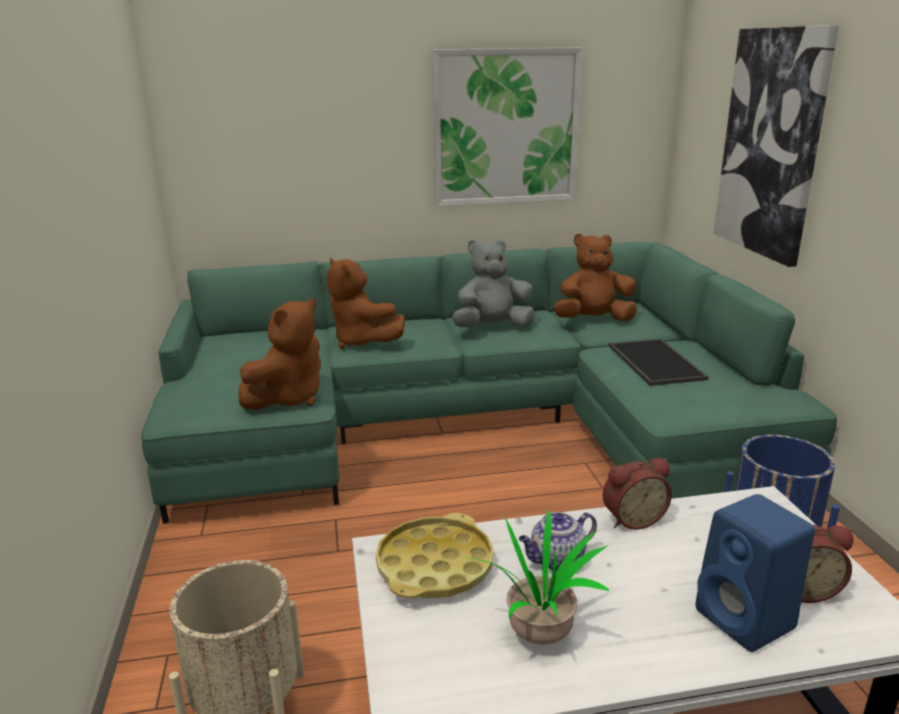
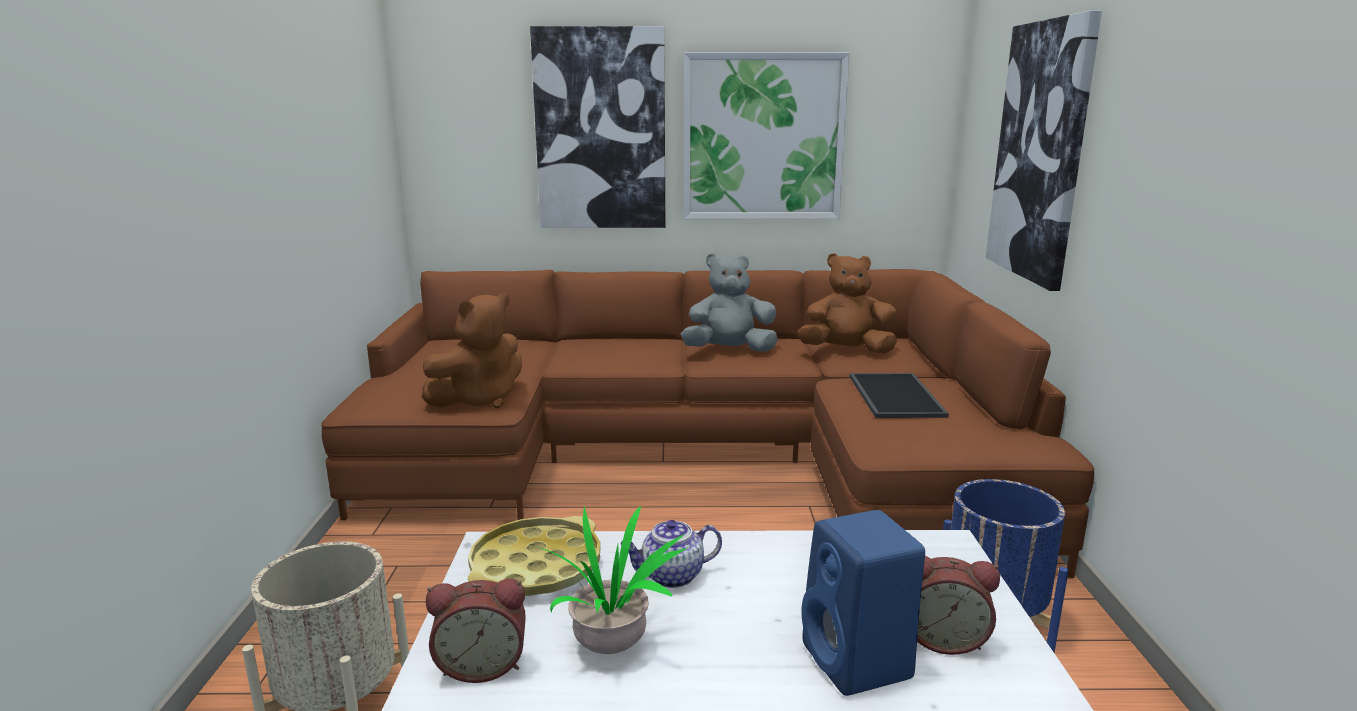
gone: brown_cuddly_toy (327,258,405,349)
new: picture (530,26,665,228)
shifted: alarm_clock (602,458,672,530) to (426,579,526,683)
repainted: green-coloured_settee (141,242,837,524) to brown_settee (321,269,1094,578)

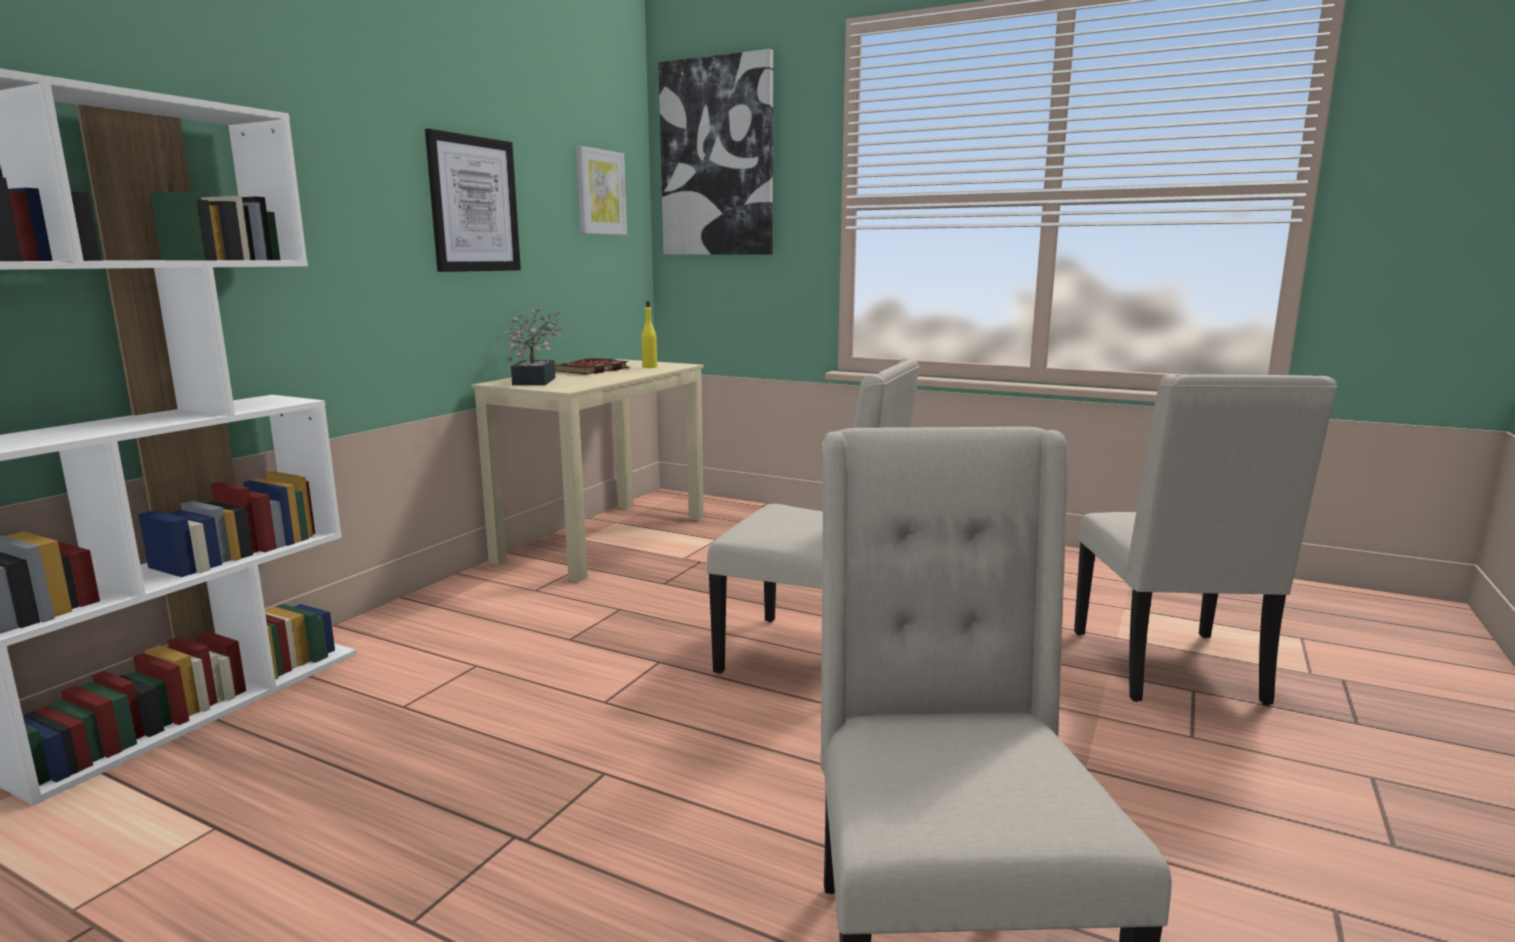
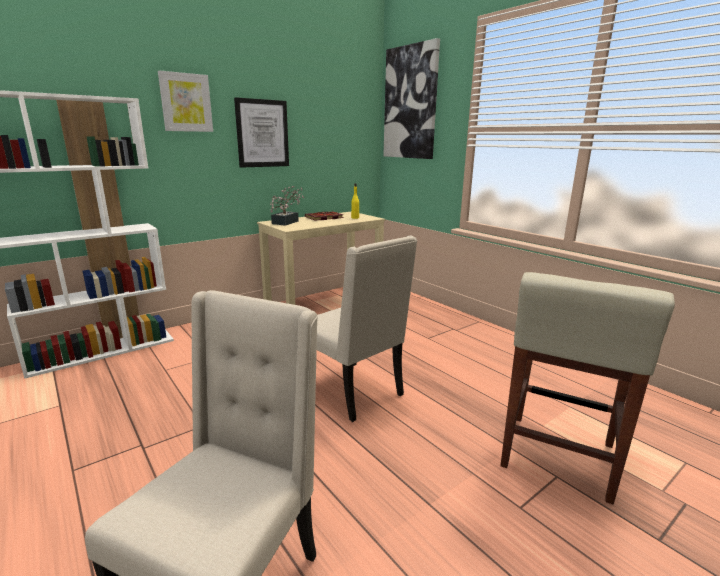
shifted: picture (576,146,627,235) to (158,70,213,132)
swapped: sand-coloured_upright_chair (1074,375,1337,705) to sand-coloured_stool (500,272,675,504)

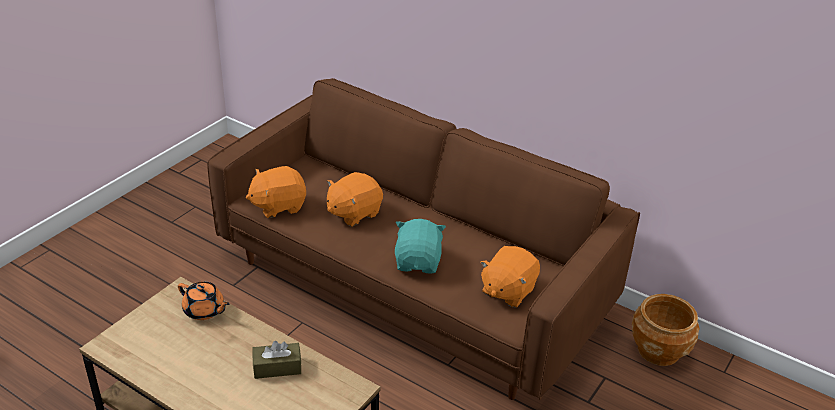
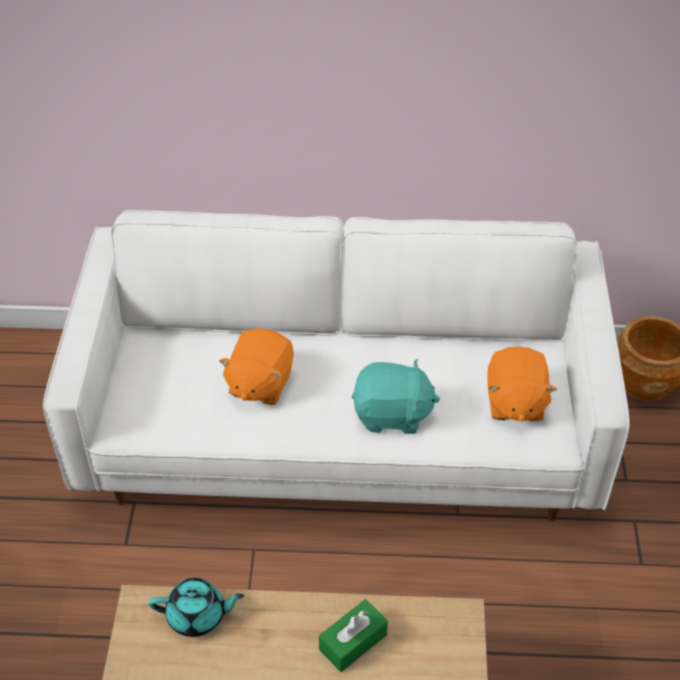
gone: orangey_cuddly_toy (246,166,306,218)
repainted: orangey_tea_pot (178,281,229,320) to turquoise_tea_pot (149,578,244,637); brown_settee (207,78,640,400) to white-coloured_settee (43,210,630,521); brown_tissue_box (253,341,302,379) to green-coloured_tissue_box (319,599,388,672)
rotated: turquoise_cuddly_toy (395,219,446,274) = (352,359,440,434) 120 degrees clockwise

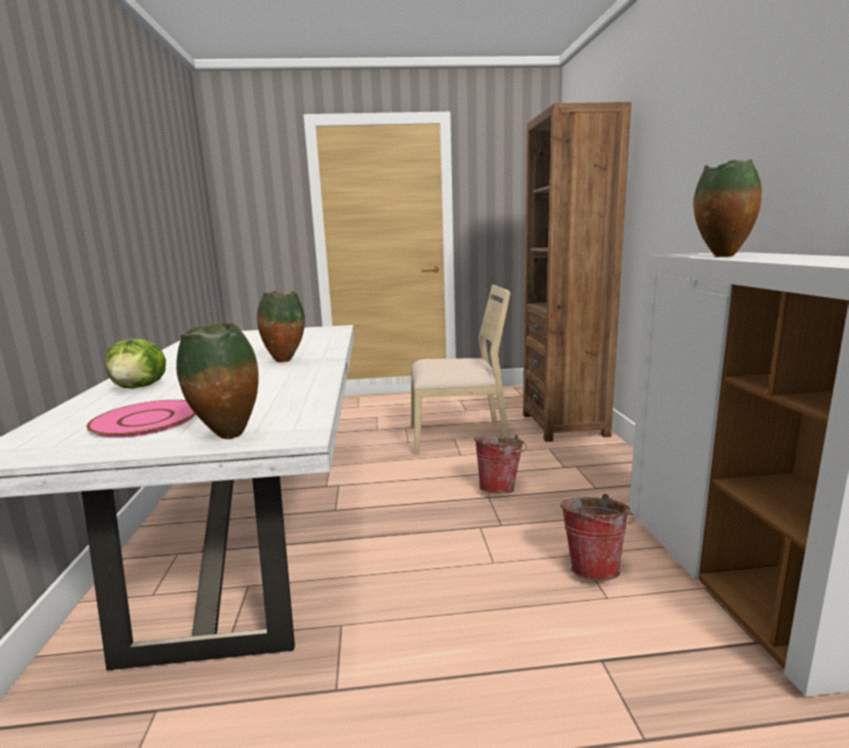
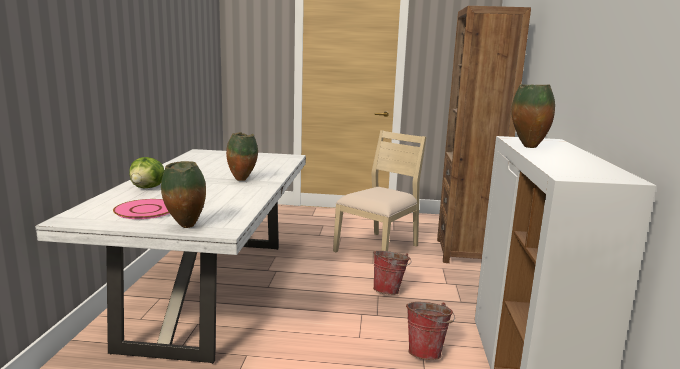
rotated: sand-coloured_upright_chair (411,285,511,454) = (333,130,426,252) 60 degrees counterclockwise

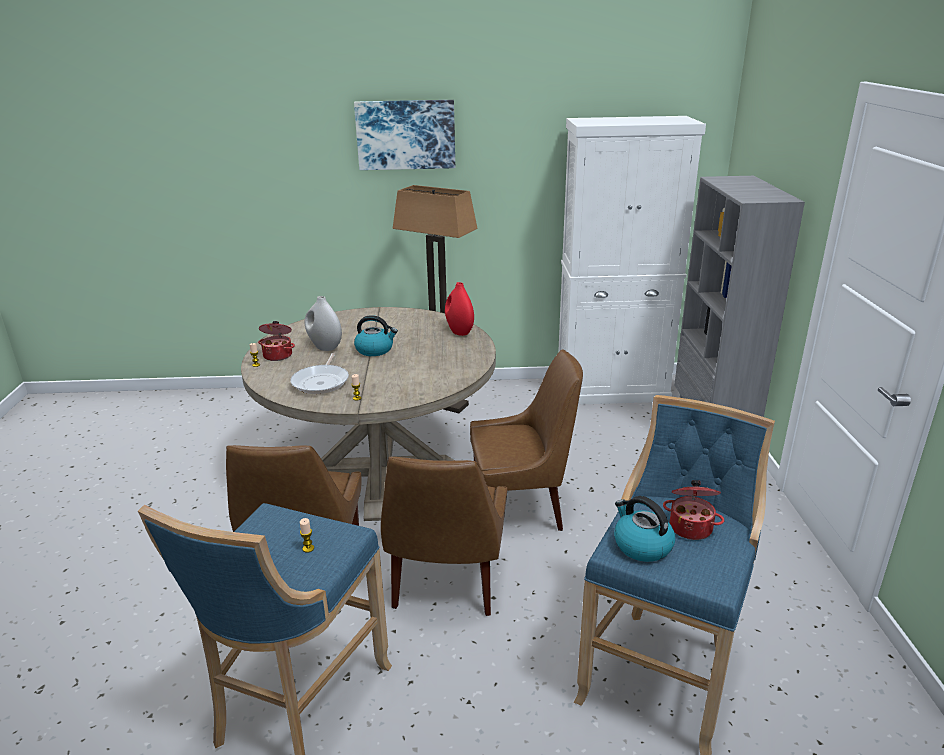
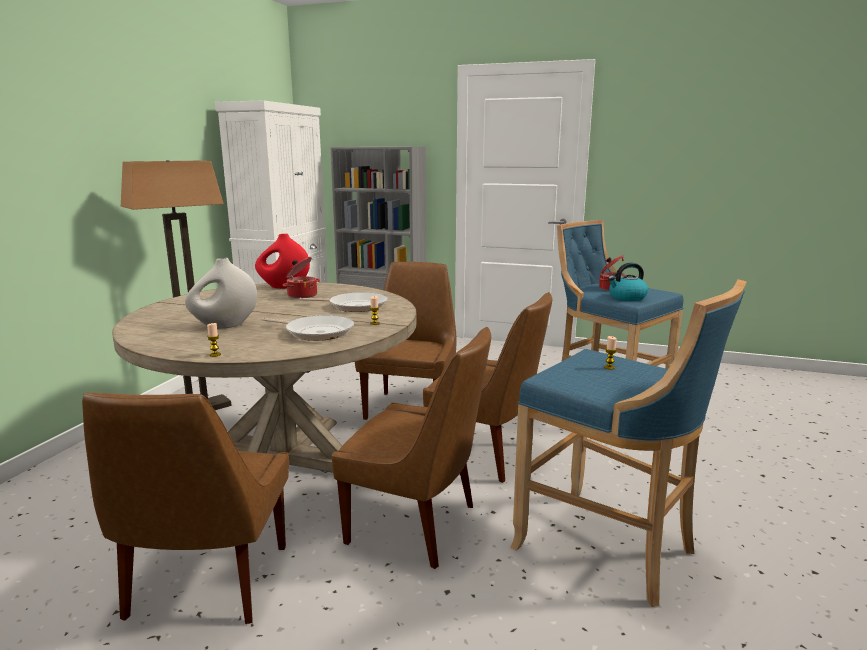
gone: picture (354,100,455,170); tea_kettle (354,315,398,356)
new: brown_upright_chair (82,392,289,624); pan (299,292,387,312)
shifted: cooking_pot (258,321,295,361) to (282,257,320,299)

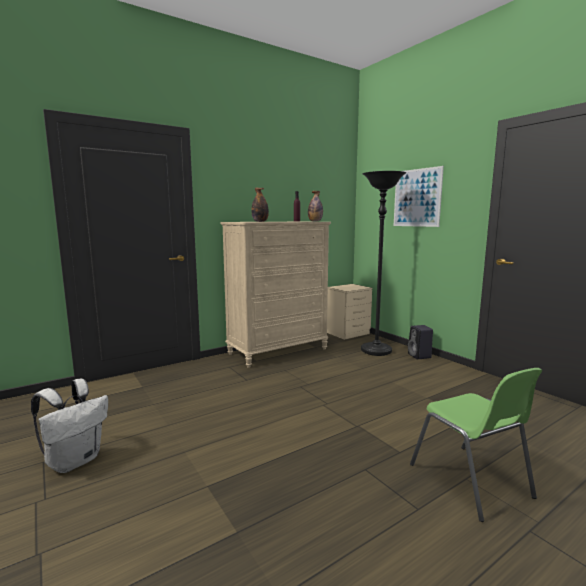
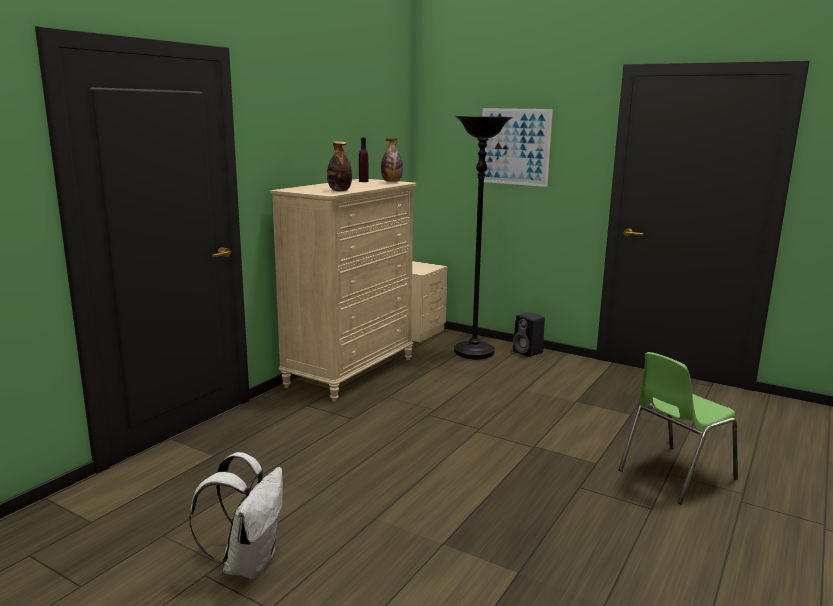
rotated: green-coloured_upright_chair (410,368,542,522) = (619,352,738,504) 105 degrees clockwise

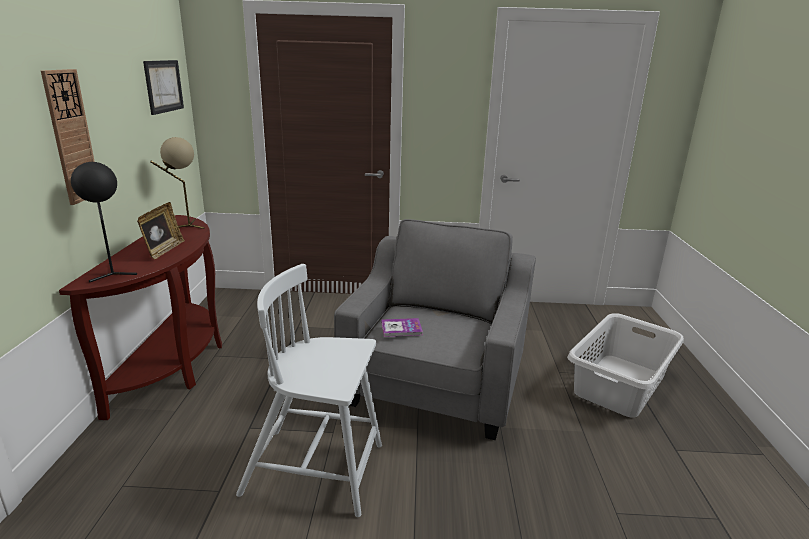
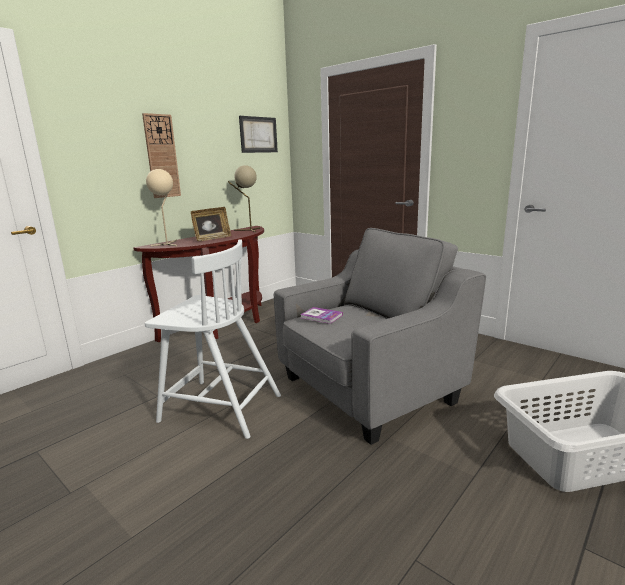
repainted: blackish_table_lamp (71,162,137,282) to sand-coloured_table_lamp (146,169,177,246)
rotated: white-coloured_upright_chair (236,264,382,517) = (145,239,281,439) 150 degrees clockwise

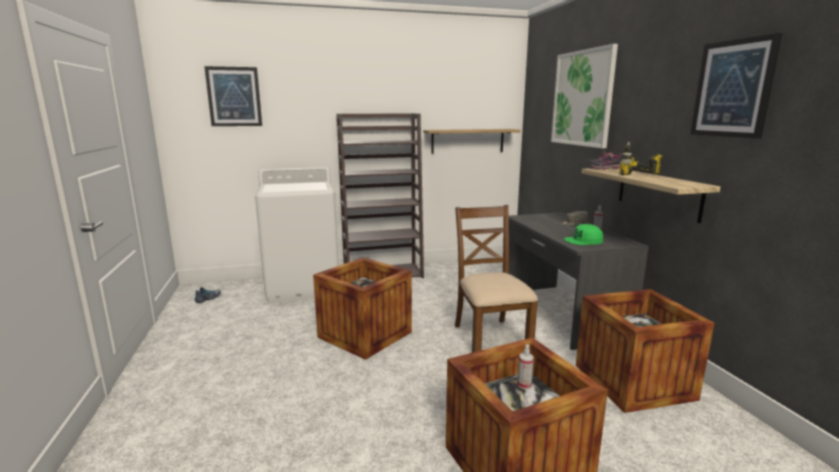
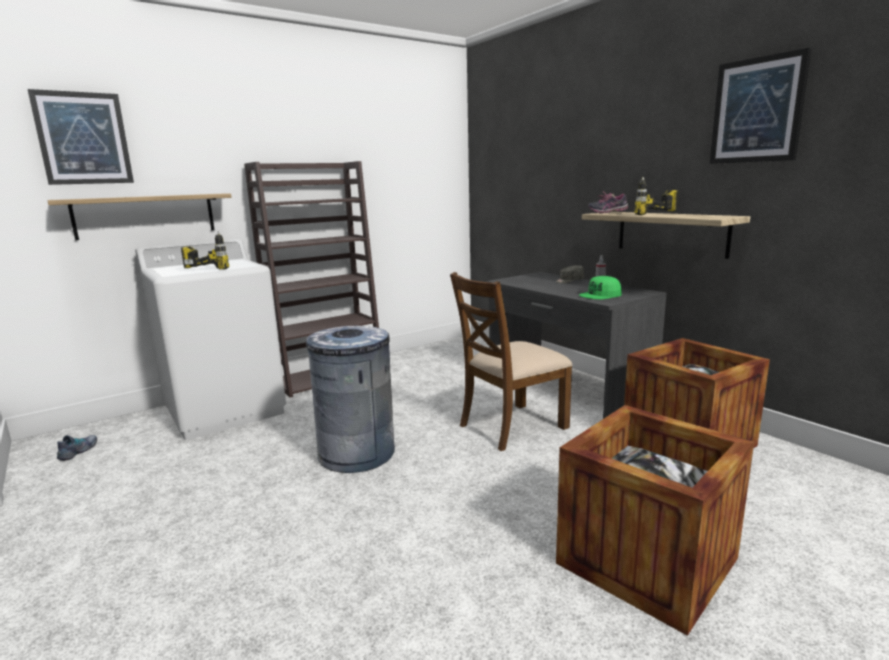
gone: hand_sprayer (517,344,534,389); picture (551,44,618,148)
new: power_drill (181,232,229,270)
shifted: bracket_shelf (423,129,520,154) to (48,194,232,240)
swapped: packing_crate (313,257,412,360) to greyish_rubbish_bin (306,326,395,473)
rotated: brown_upright_chair (455,205,538,353) = (450,272,572,451) 90 degrees counterclockwise

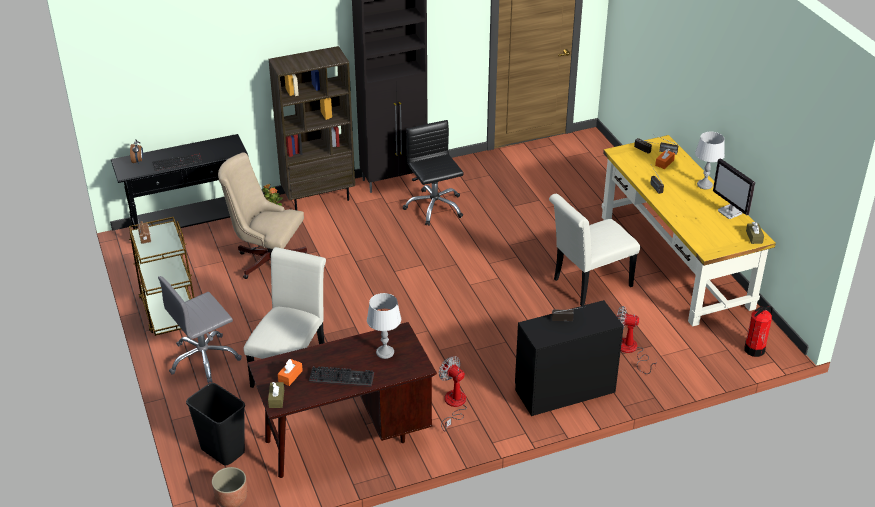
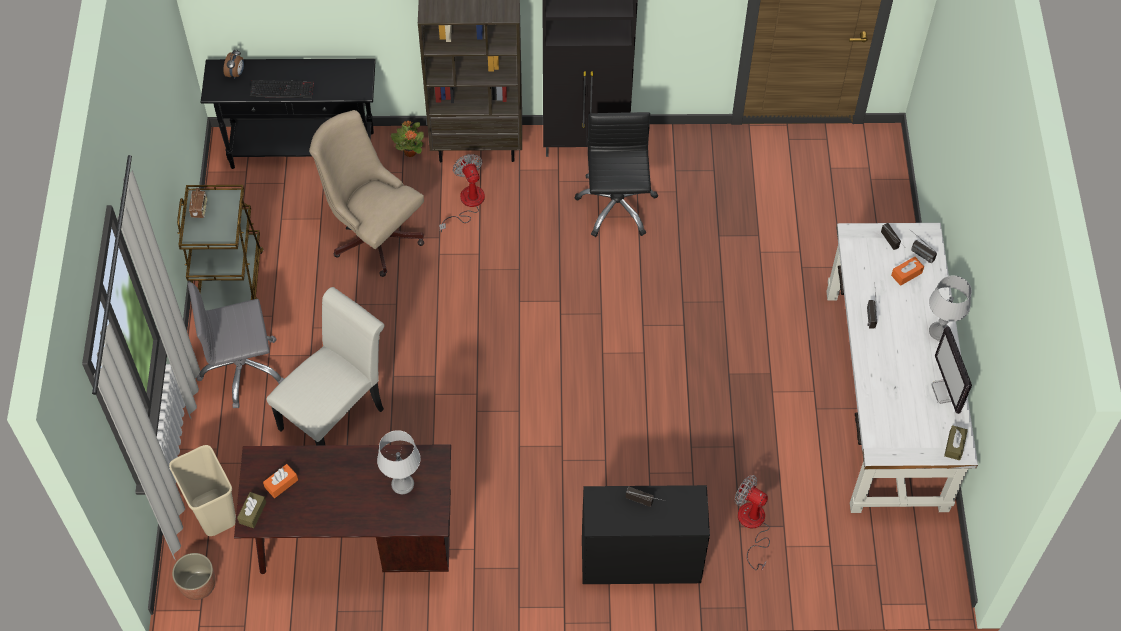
gone: keyboard (309,366,374,387); white-coloured_upright_chair (549,194,640,306); extinguisher (744,306,773,357)
shifted: cooling_fan (439,356,467,432) to (439,154,485,232)
repainted: blackish_rubbish_bin (186,383,245,465) to sand-coloured_rubbish_bin (169,445,236,536); yellow-coloured_desk_table (602,135,776,327) to white-coloured_desk_table (826,223,978,513)

